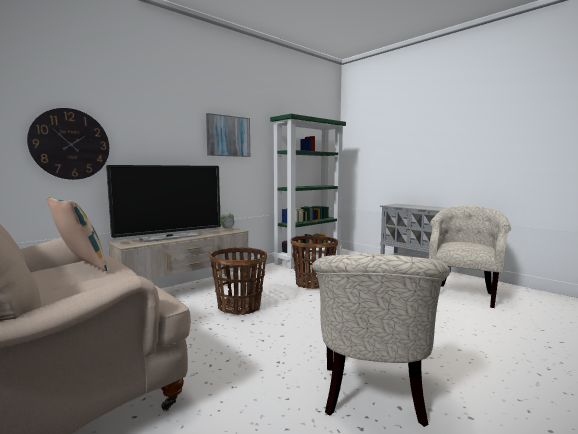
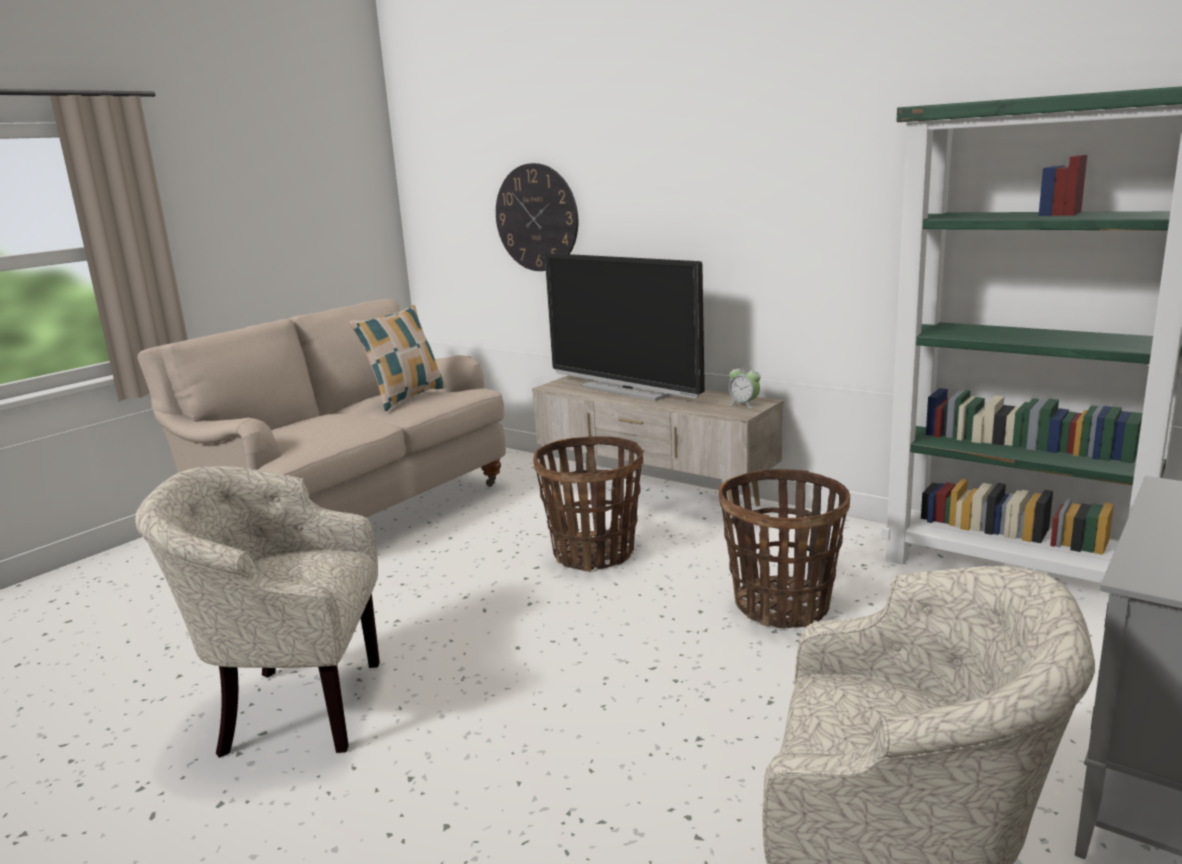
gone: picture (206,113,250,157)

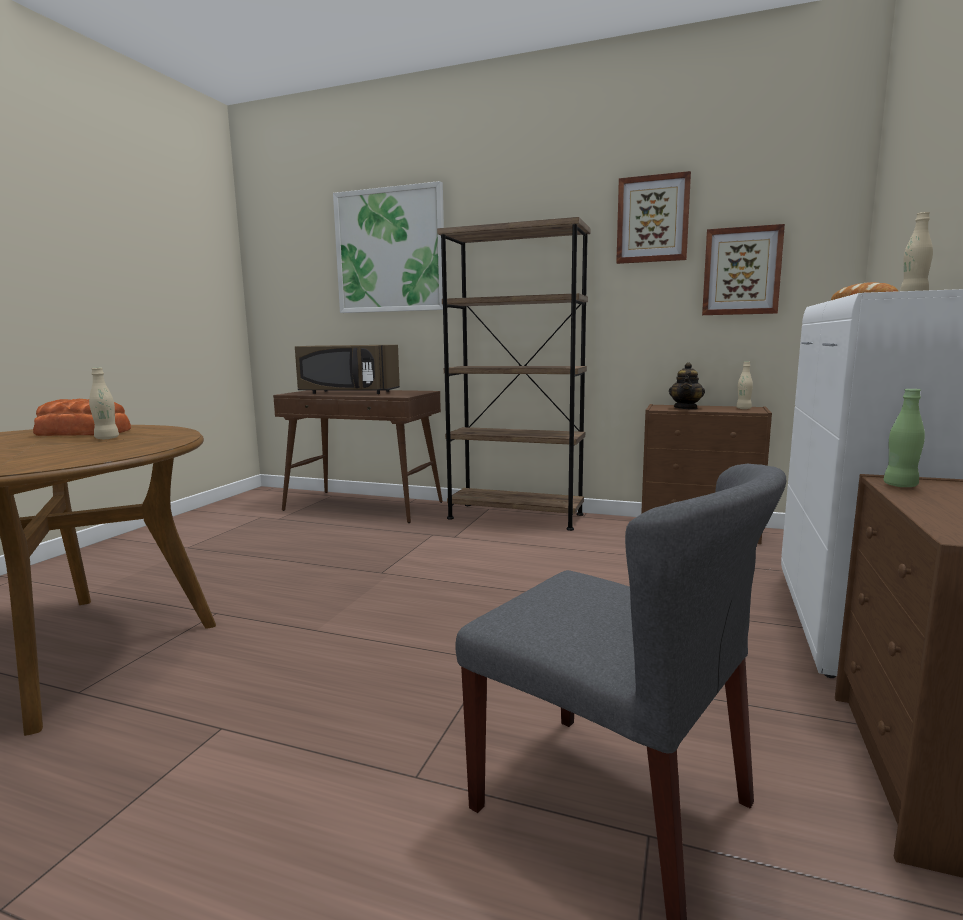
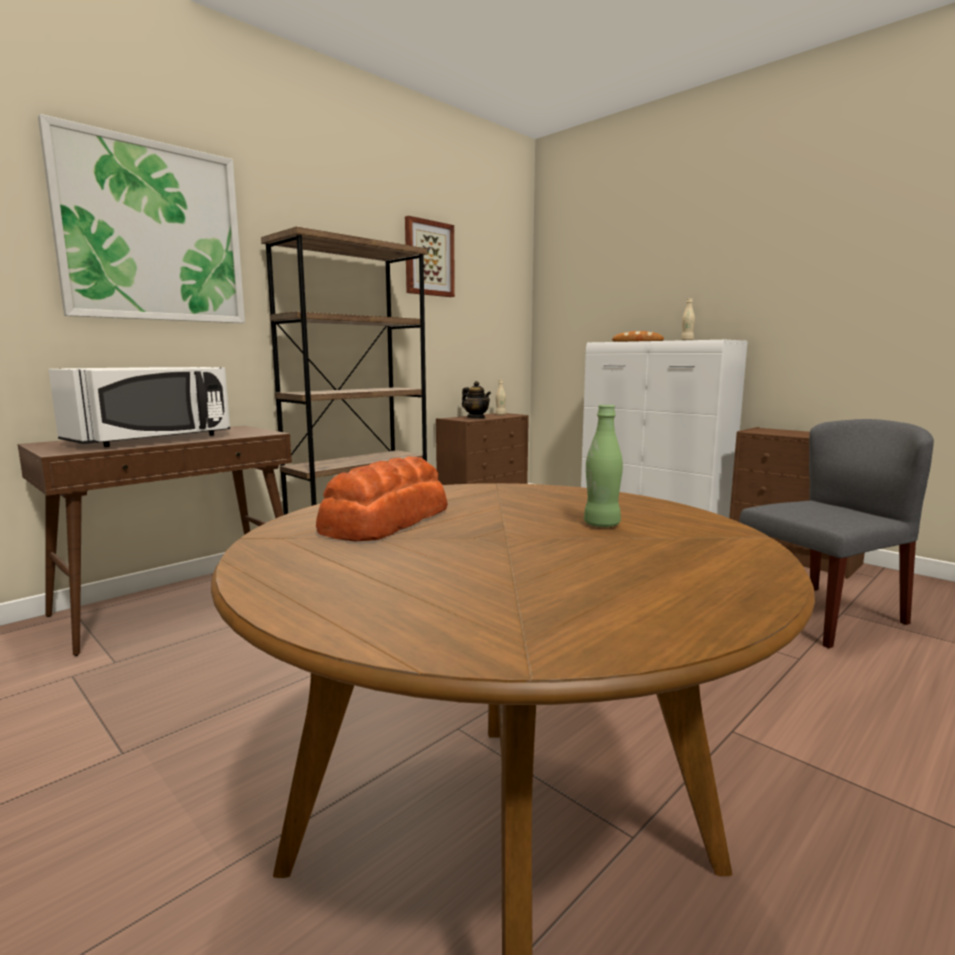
gone: sand-coloured_beverage_bottle (89,368,119,439); picture (702,224,785,315)
shifted: green-coloured_beverage_bottle (884,389,925,487) to (584,404,623,527)
repainted: brown_microwave_oven (295,345,400,394) to white-coloured_microwave_oven (49,367,230,447)

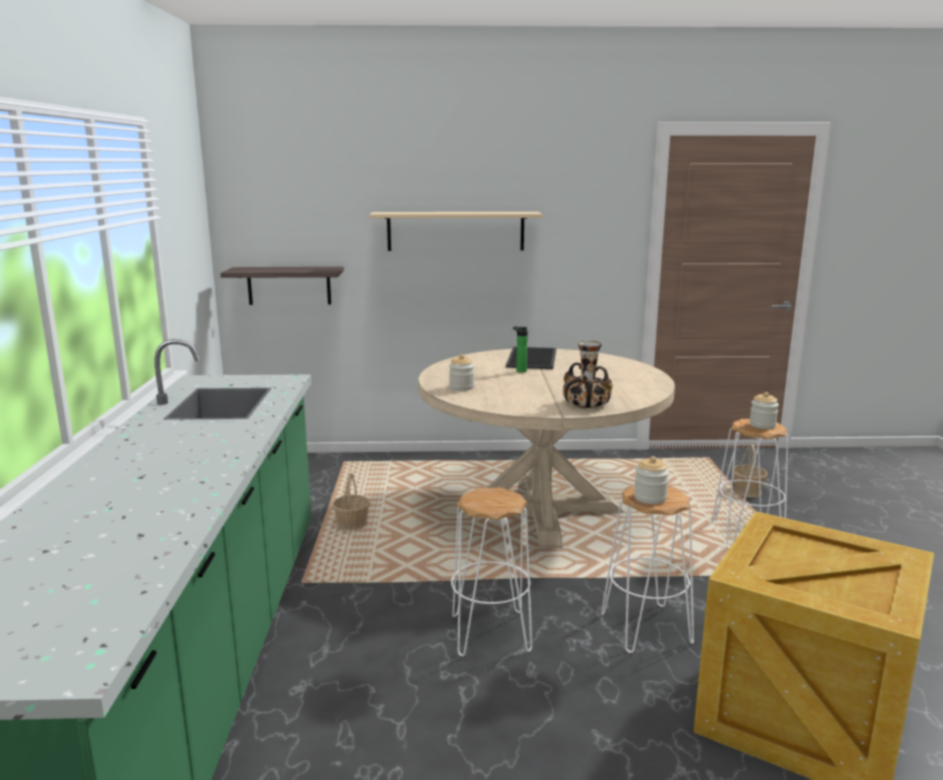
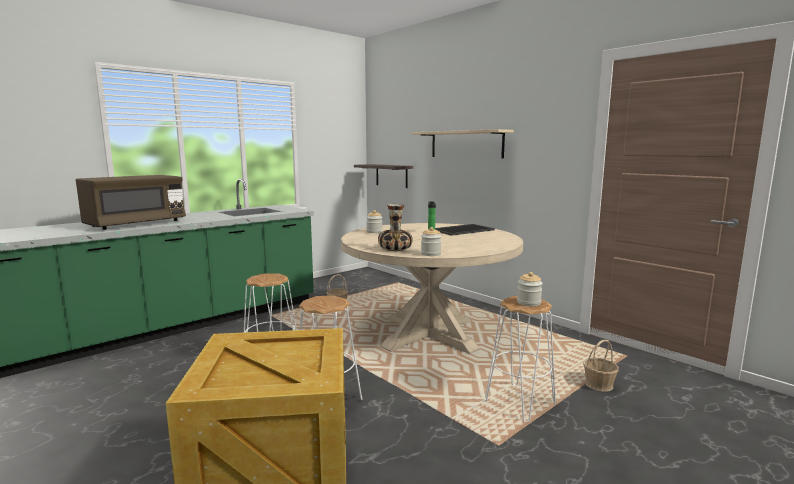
new: brown_microwave_oven (76,175,186,230)
shifted: jar (634,456,669,504) to (421,227,442,256)

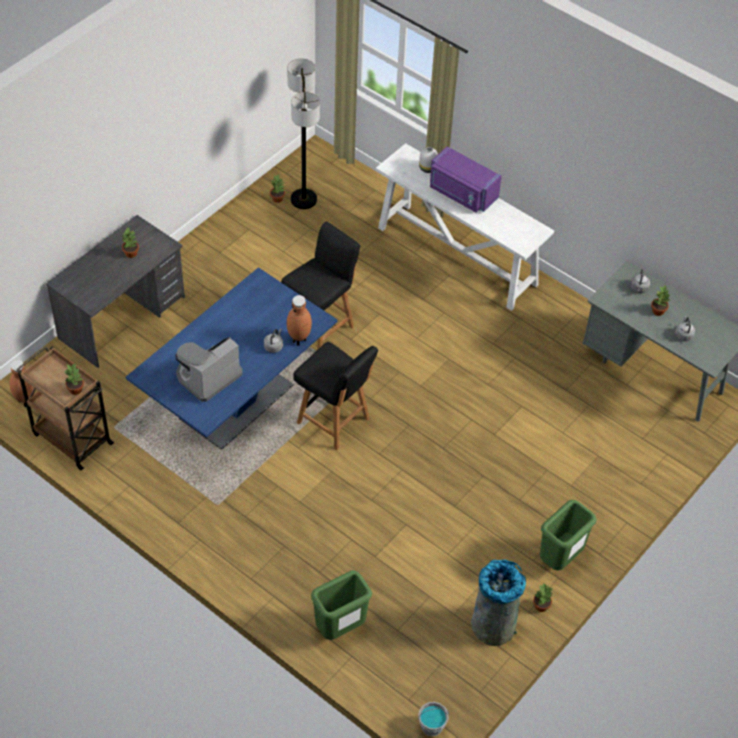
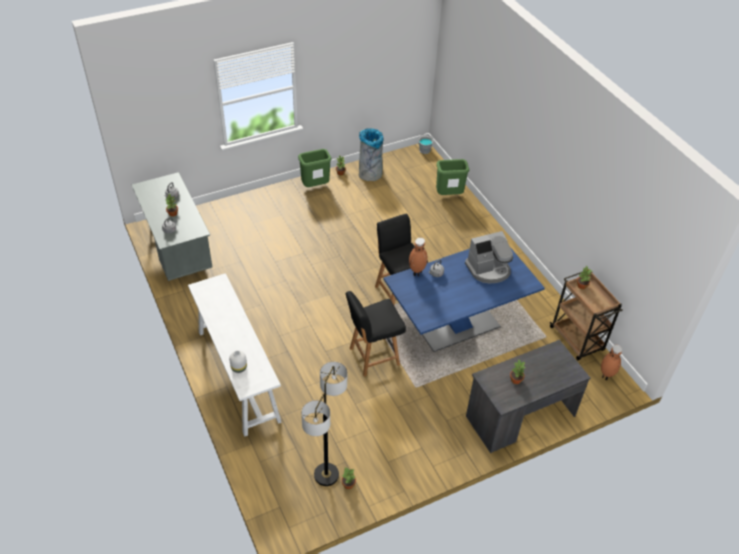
gone: purplish_microwave_oven (430,146,502,213)

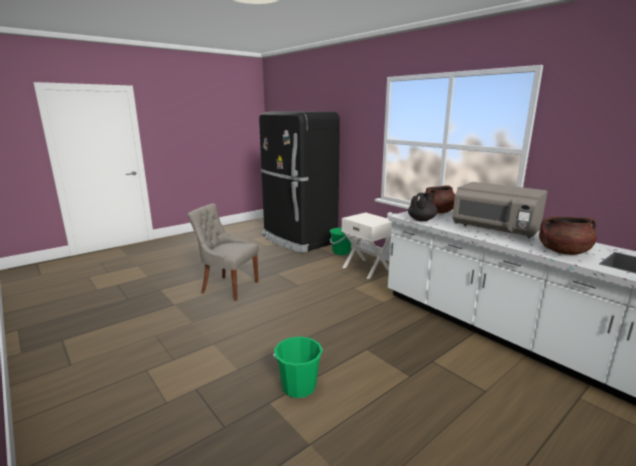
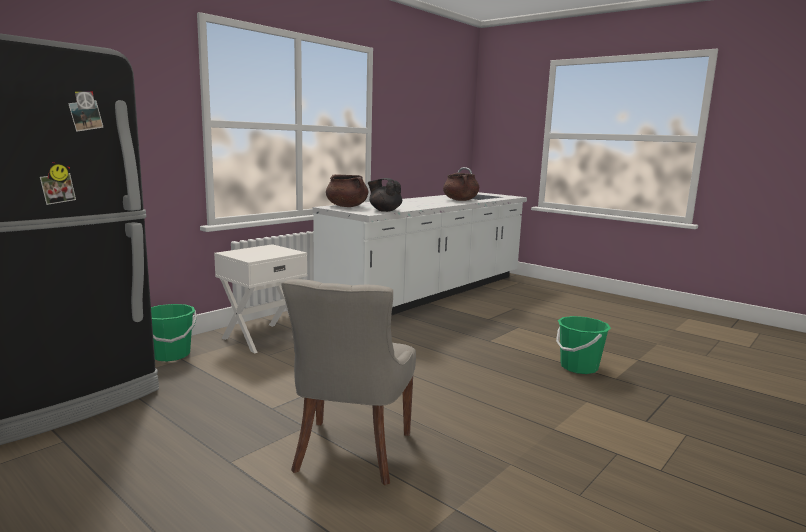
gone: greyish_microwave_oven (452,182,548,238)

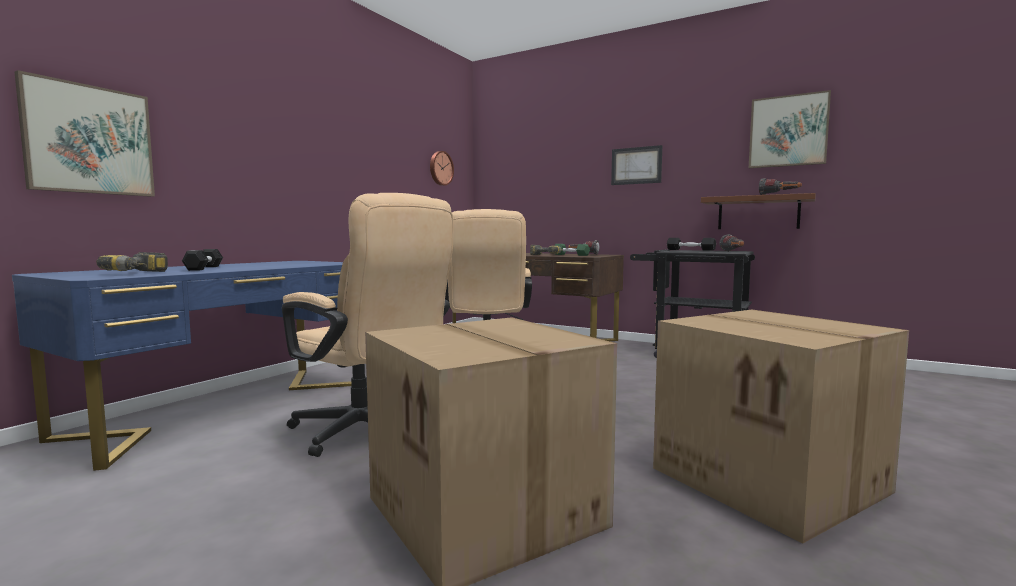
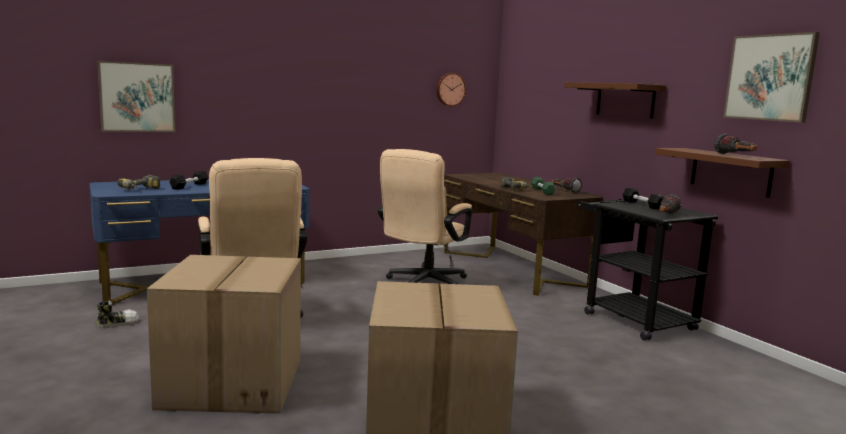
new: item_of_footwear (95,301,139,328)
swapped: picture (611,145,662,185) to brown_bracket_shelf (564,82,667,119)

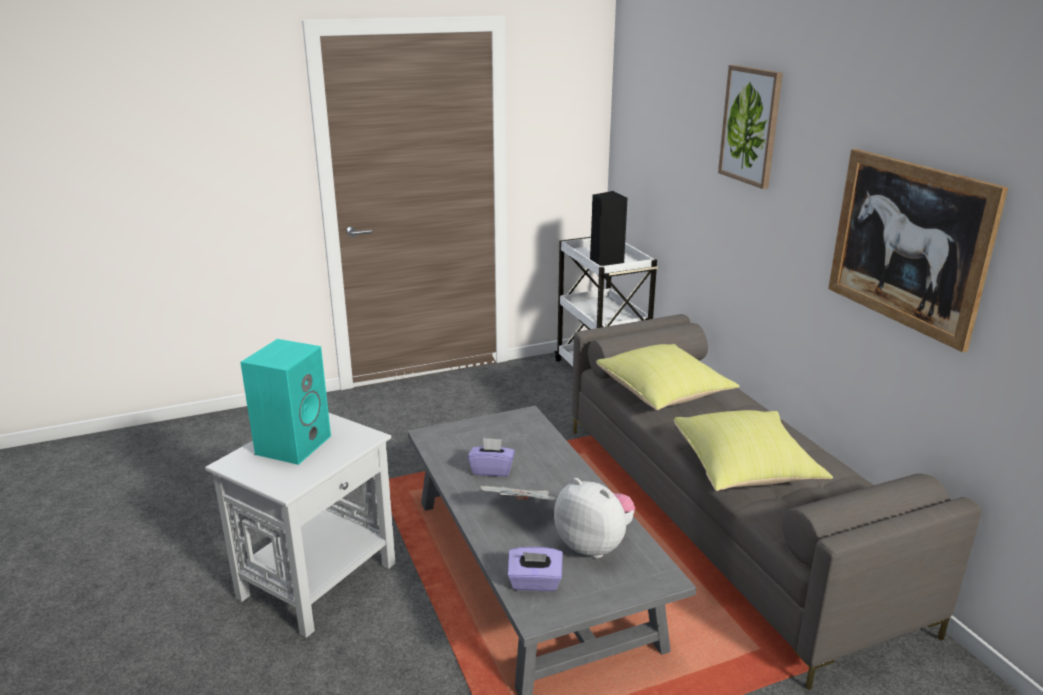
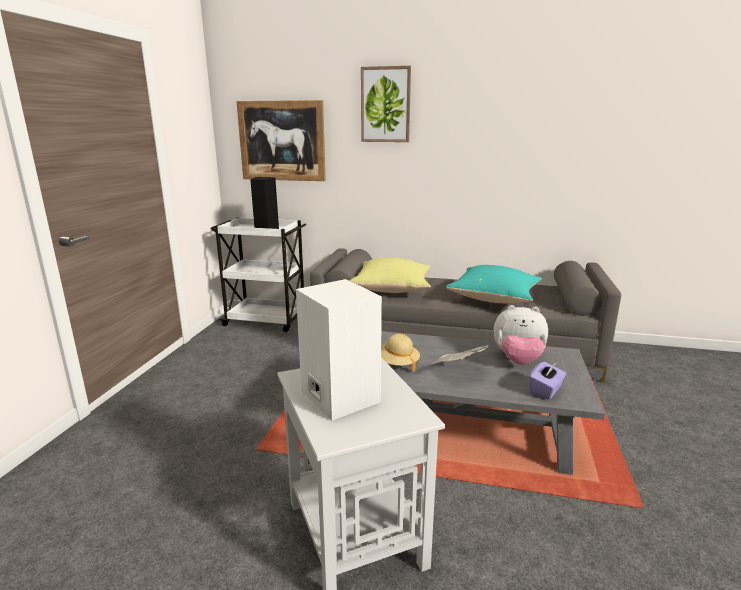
shifted: picture (828,149,1008,352) to (236,100,326,181)
swapped: purplish_tissue_box (468,438,515,477) to sand-coloured_hat (381,334,420,372)
repainted: turquoise_audio_speaker (240,339,331,465) to white-coloured_audio_speaker (296,279,382,420); yellow-coloured_pillow (674,410,833,491) to turquoise_pillow (446,265,542,303)
rotated: cuddly_toy (554,478,635,558) = (493,305,548,365) 150 degrees counterclockwise

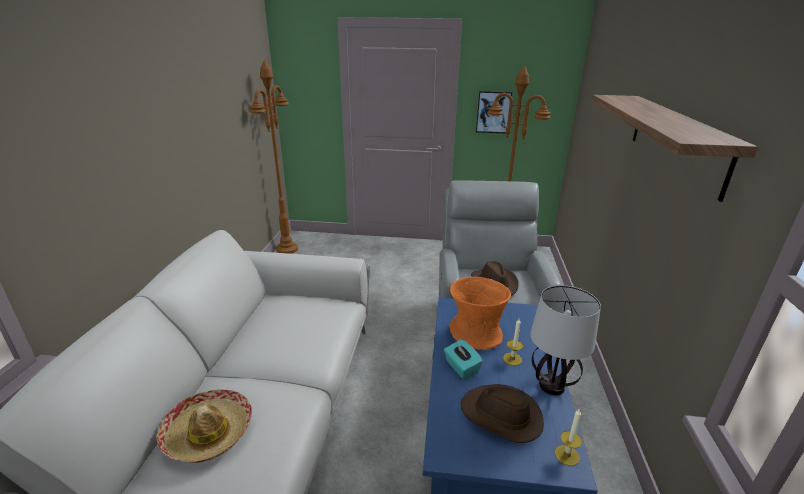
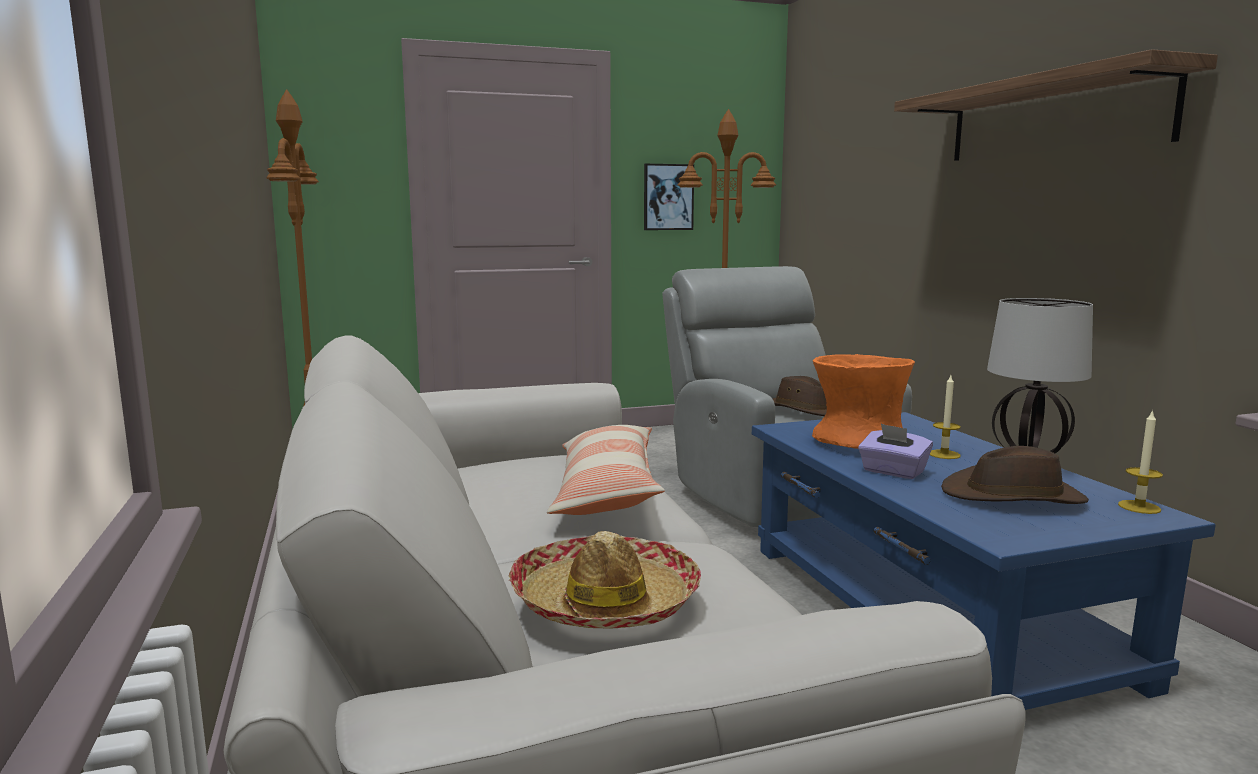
new: pillow (547,425,665,515)
repainted: turquoise_tissue_box (444,339,483,379) to purplish_tissue_box (858,424,933,479)

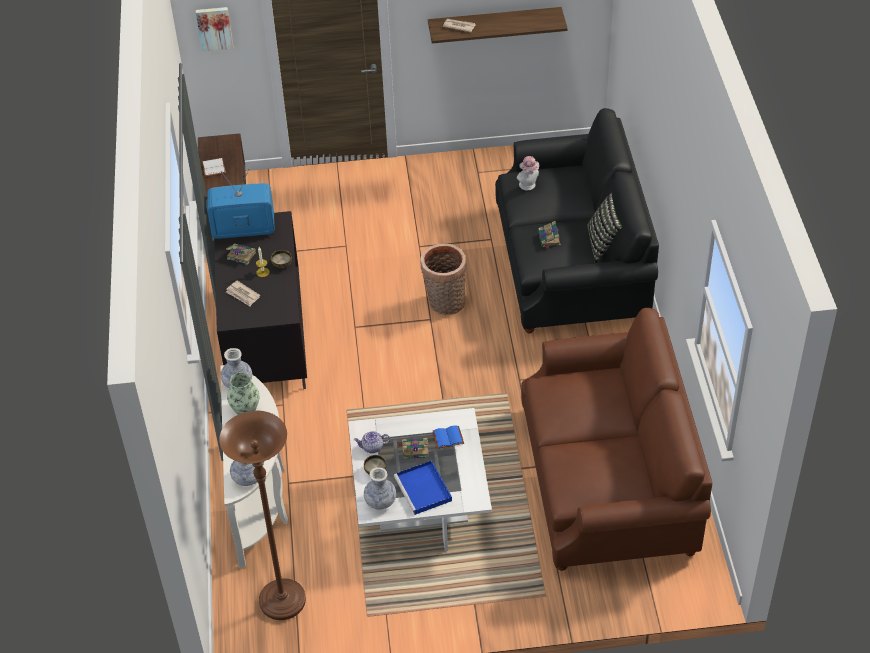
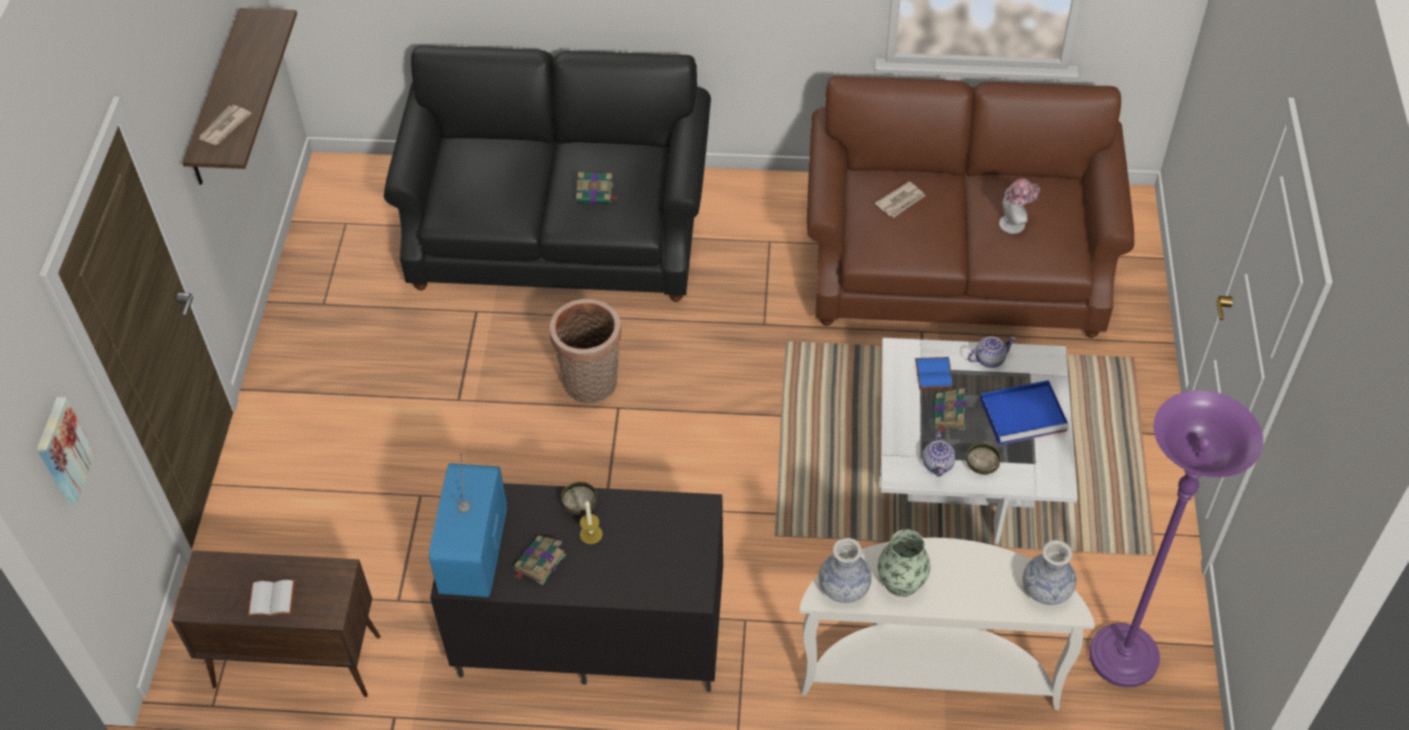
gone: vase (364,467,396,509); pillow (587,193,623,263)
new: tea_pot (968,337,1016,368)
shifted: newspaper (226,281,260,306) to (875,181,925,217); hat (517,156,539,190) to (999,179,1040,234)
repainted: brown_floor_lamp (219,411,306,620) to purplish_floor_lamp (1089,390,1263,687)

